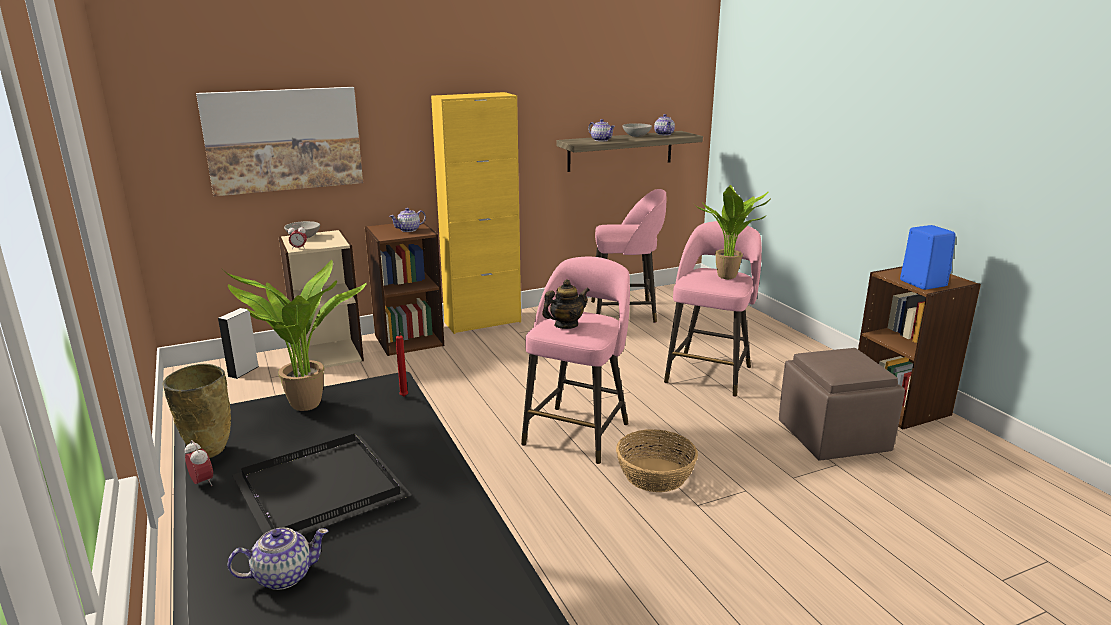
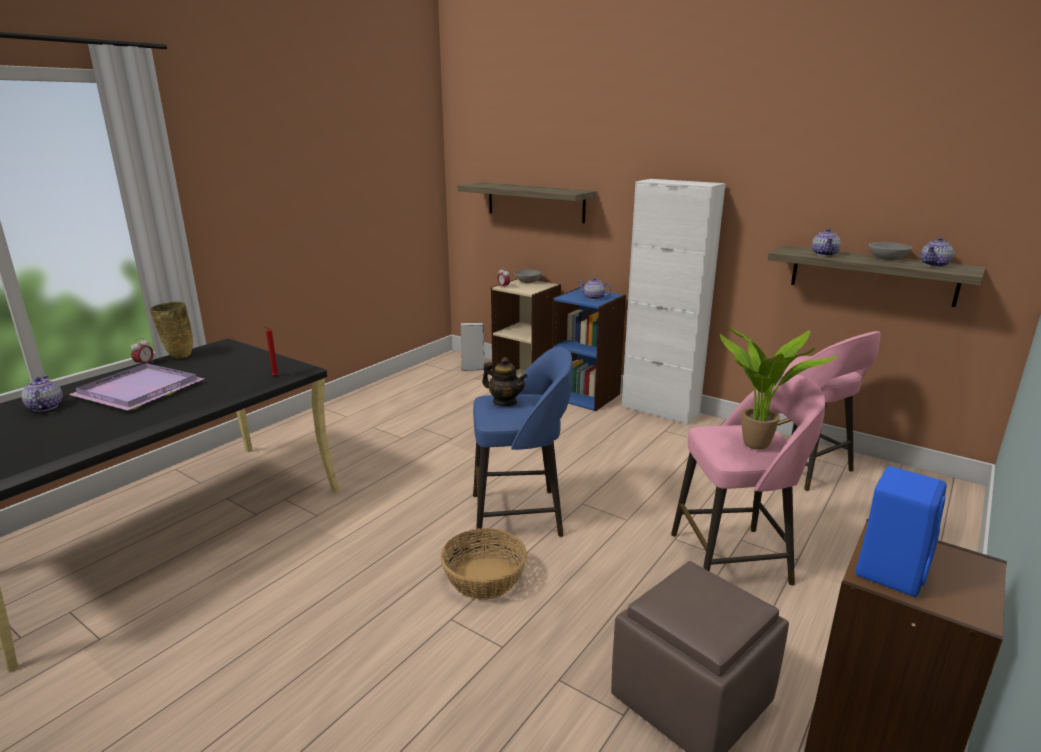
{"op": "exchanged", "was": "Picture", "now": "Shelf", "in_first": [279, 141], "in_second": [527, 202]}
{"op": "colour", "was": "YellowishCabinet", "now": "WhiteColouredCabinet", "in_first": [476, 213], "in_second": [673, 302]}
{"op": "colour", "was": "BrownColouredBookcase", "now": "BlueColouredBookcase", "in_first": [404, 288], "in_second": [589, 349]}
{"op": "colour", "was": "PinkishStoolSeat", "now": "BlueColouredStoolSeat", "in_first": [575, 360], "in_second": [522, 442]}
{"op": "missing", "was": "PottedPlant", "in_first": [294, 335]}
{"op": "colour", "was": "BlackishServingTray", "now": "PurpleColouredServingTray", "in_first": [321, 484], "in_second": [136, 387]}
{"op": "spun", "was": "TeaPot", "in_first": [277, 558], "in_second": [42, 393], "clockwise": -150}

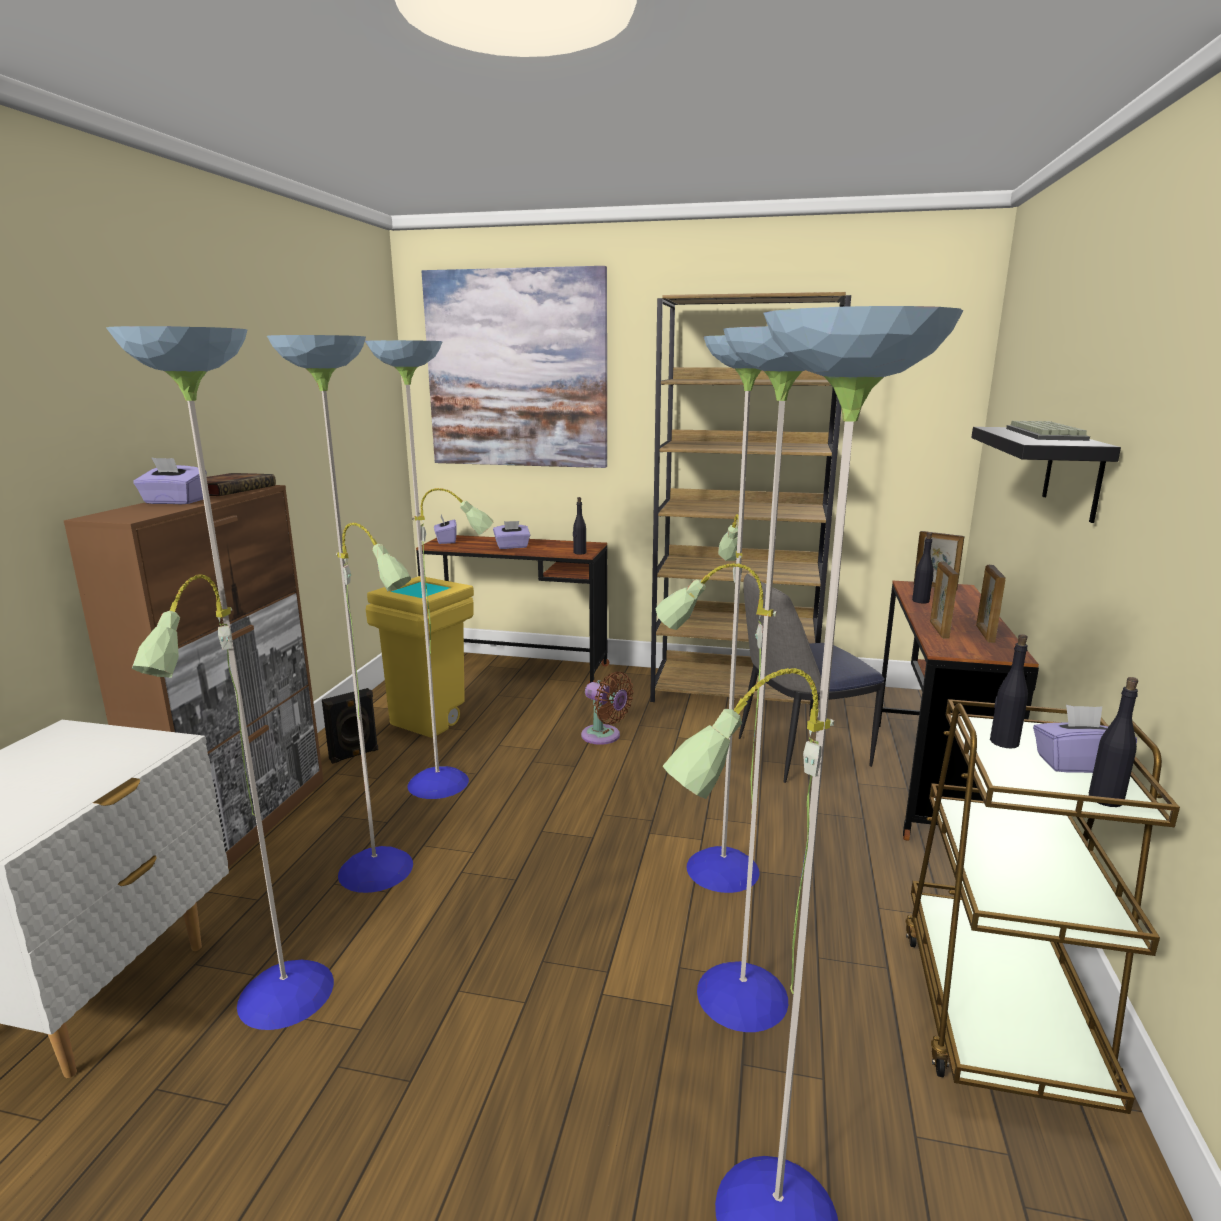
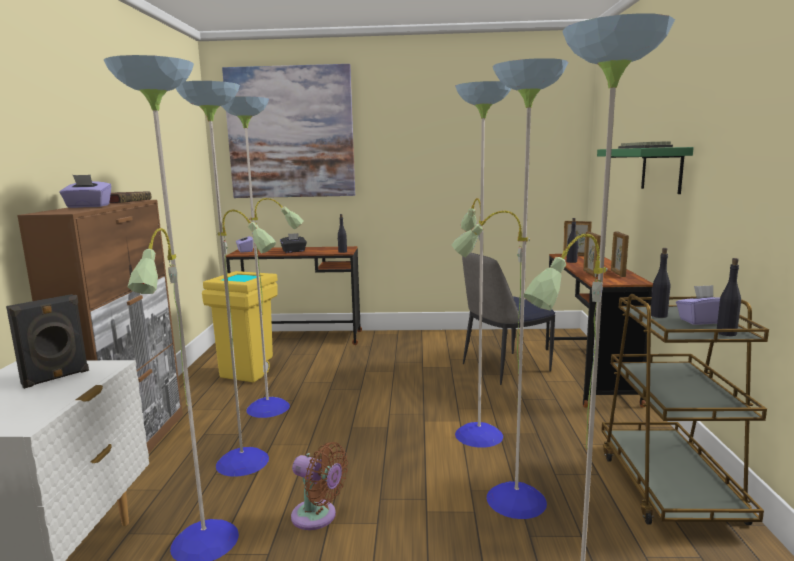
{"op": "missing", "was": "BrownColouredBookcase", "in_first": [750, 504]}
{"op": "colour", "was": "BlackishShelf", "now": "GreenShelf", "in_first": [1046, 475], "in_second": [645, 170]}
{"op": "colour", "was": "PurpleColouredBoxOfTissues", "now": "BlackishBoxOfTissues", "in_first": [511, 535], "in_second": [293, 243]}
{"op": "relocated", "was": "BrownColouredFan", "in_first": [607, 708], "in_second": [319, 486]}
{"op": "relocated", "was": "BlackishSpeaker", "in_first": [350, 726], "in_second": [47, 341]}

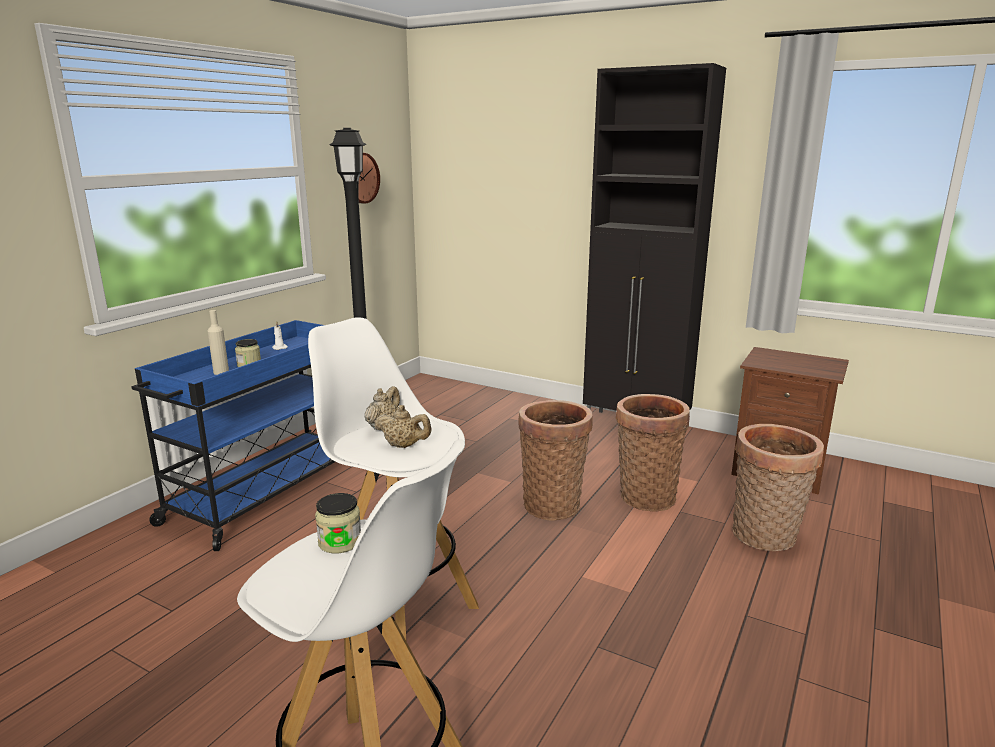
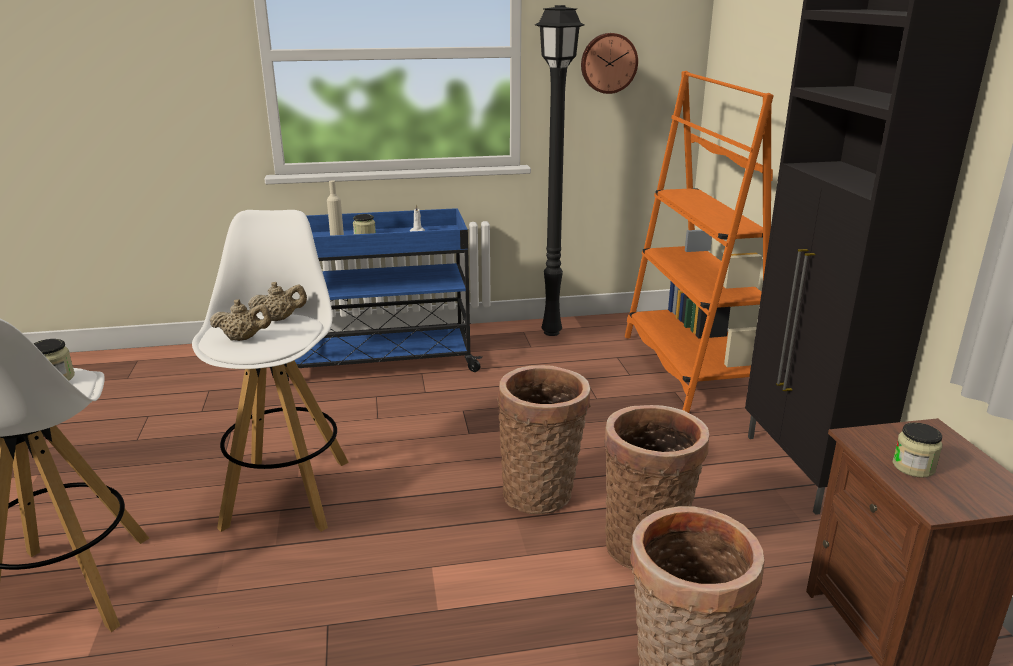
{"op": "spun", "was": "BeigeColouredTeaPot", "in_first": [402, 426], "in_second": [241, 320], "clockwise": -75}
{"op": "appeared", "now": "OrangeyBookcase", "in_second": [699, 242]}
{"op": "appeared", "now": "Jar", "in_second": [917, 450]}

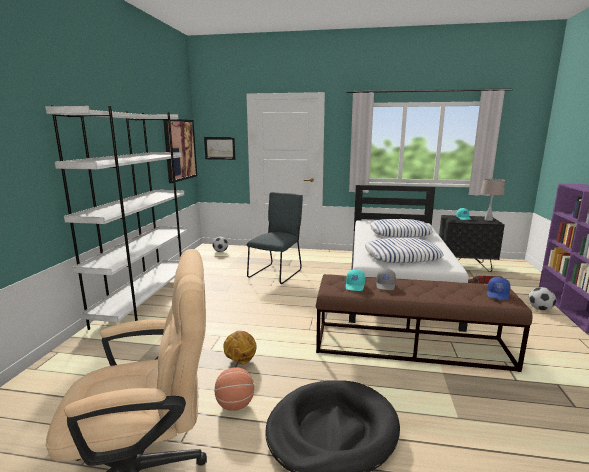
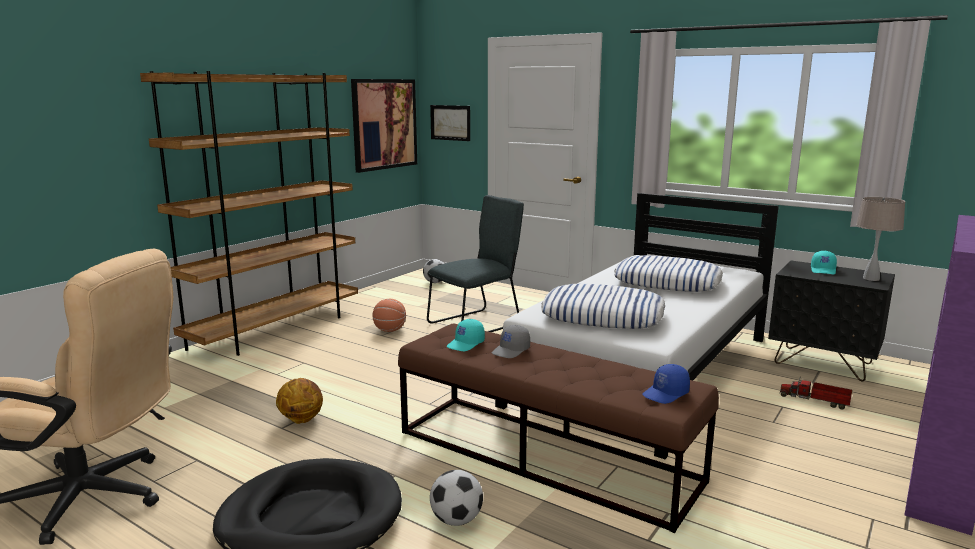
{"op": "colour", "was": "WhiteColouredBookcase", "now": "BrownColouredBookcase", "in_first": [116, 217], "in_second": [249, 213]}
{"op": "relocated", "was": "FootballBall", "in_first": [542, 299], "in_second": [456, 498]}
{"op": "relocated", "was": "BasketballBall", "in_first": [234, 389], "in_second": [389, 315]}

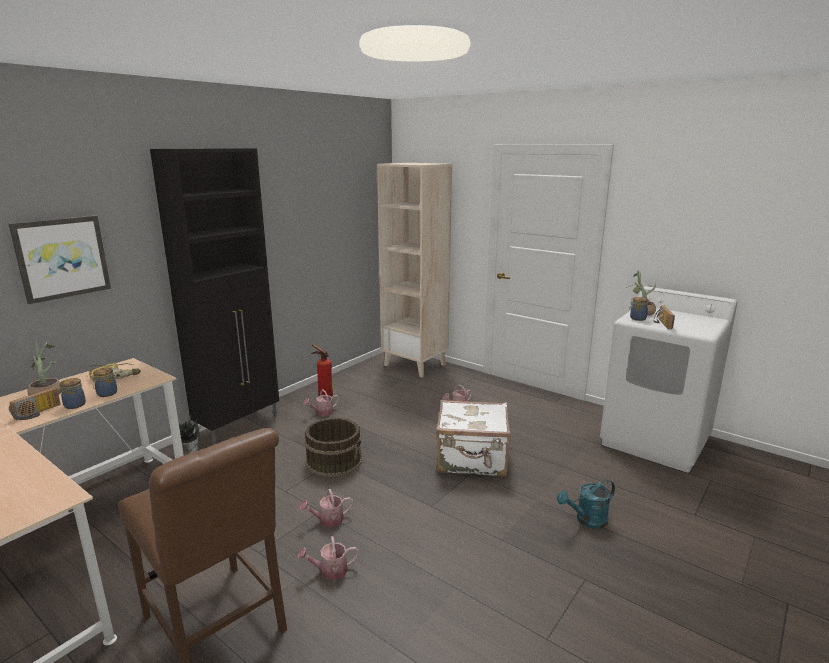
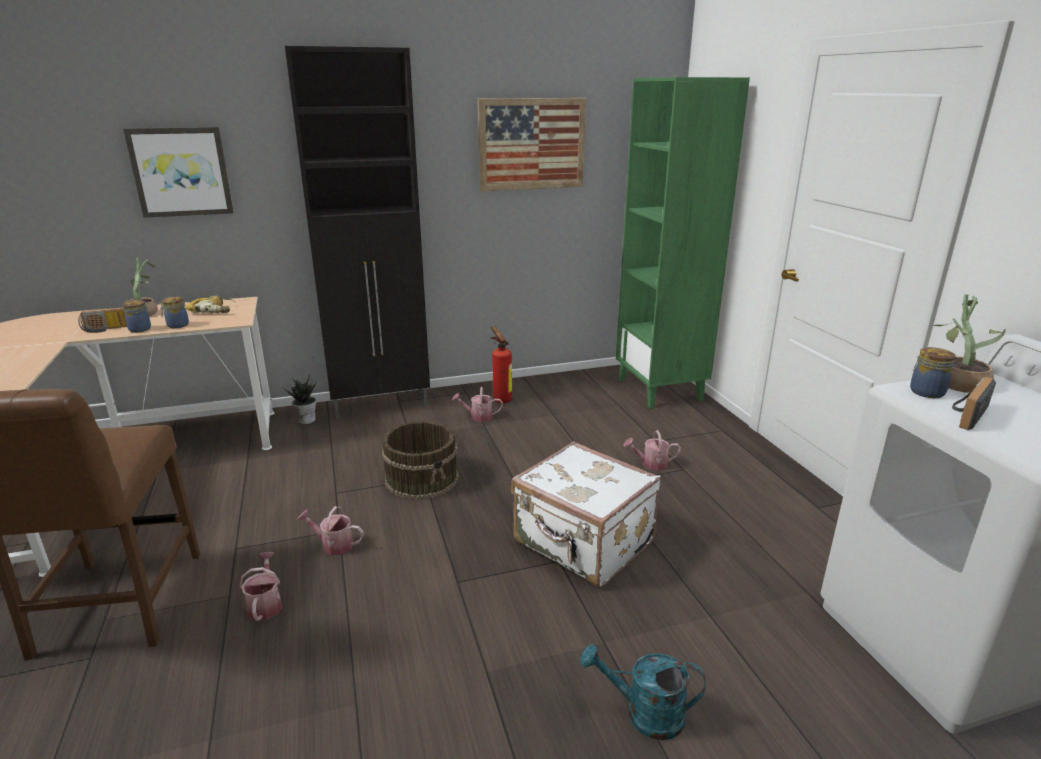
{"op": "colour", "was": "BeigeColouredBookcase", "now": "GreenBookcase", "in_first": [414, 270], "in_second": [683, 243]}
{"op": "spun", "was": "SprinklingCan", "in_first": [328, 558], "in_second": [261, 586], "clockwise": 60}
{"op": "appeared", "now": "Picture", "in_second": [532, 144]}

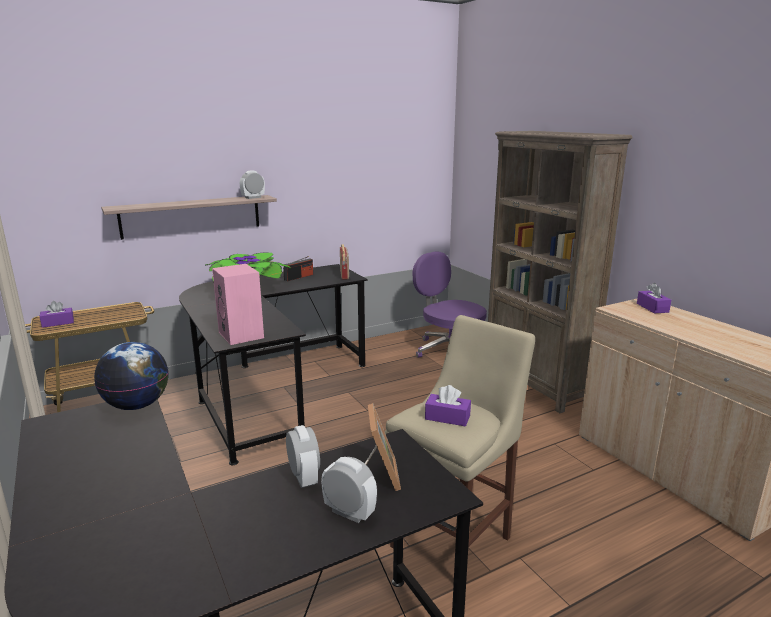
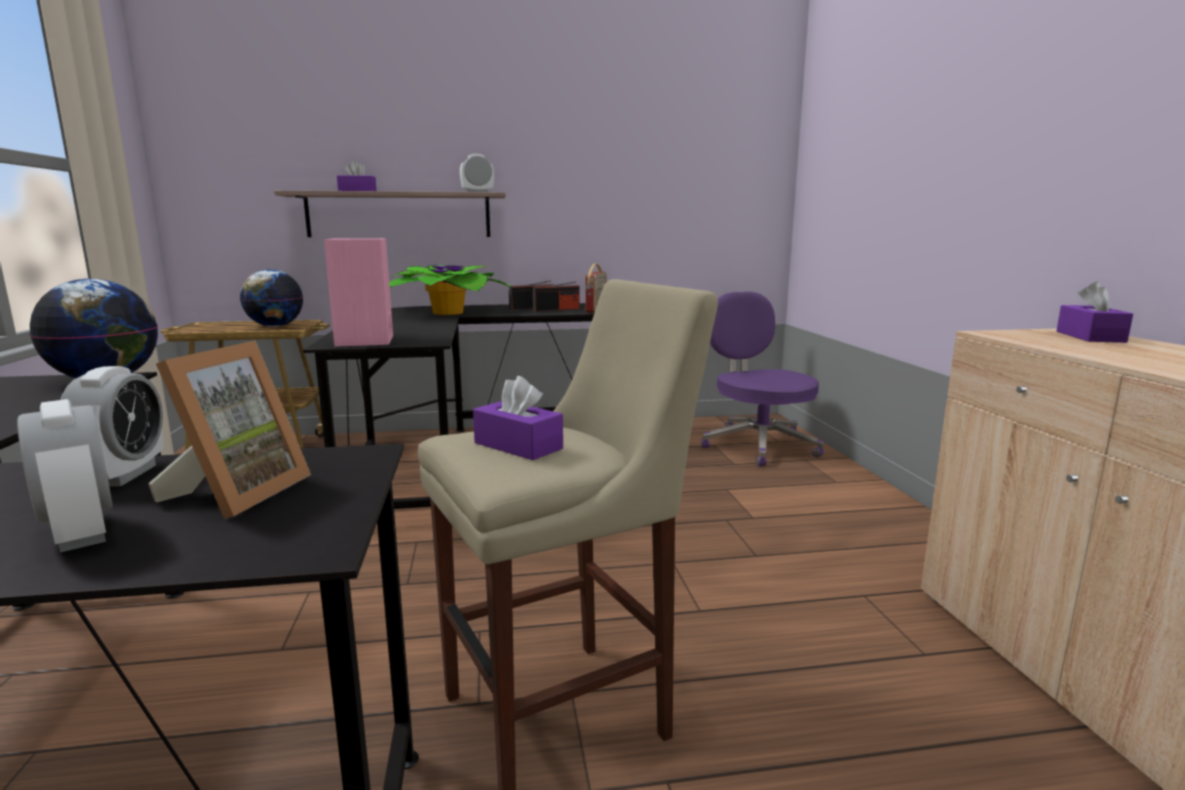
{"op": "missing", "was": "BrownColouredBookcase", "in_first": [560, 272]}
{"op": "relocated", "was": "PurpleColouredBoxOfTissues", "in_first": [56, 314], "in_second": [356, 176]}
{"op": "appeared", "now": "WorldGlobe", "in_second": [271, 298]}
{"op": "appeared", "now": "RadioReceiver", "in_second": [556, 296]}

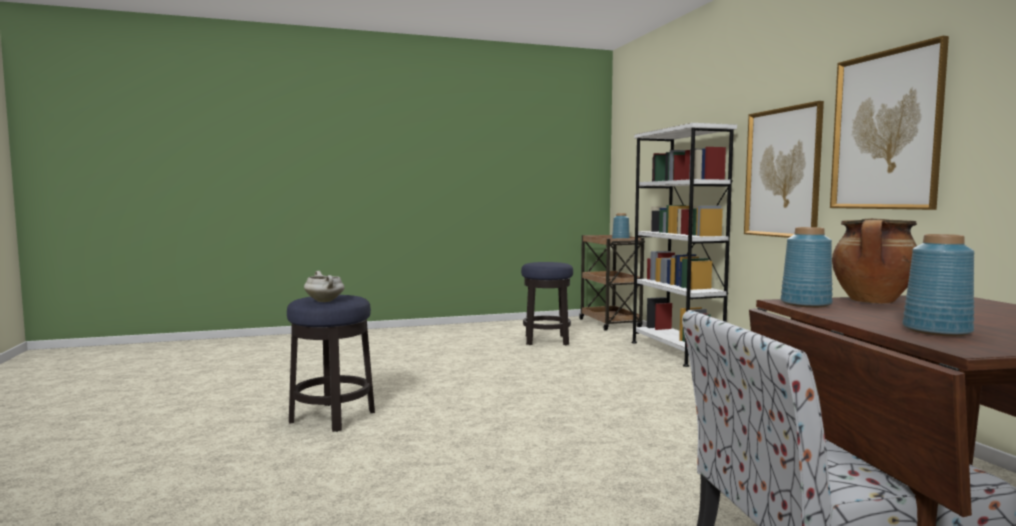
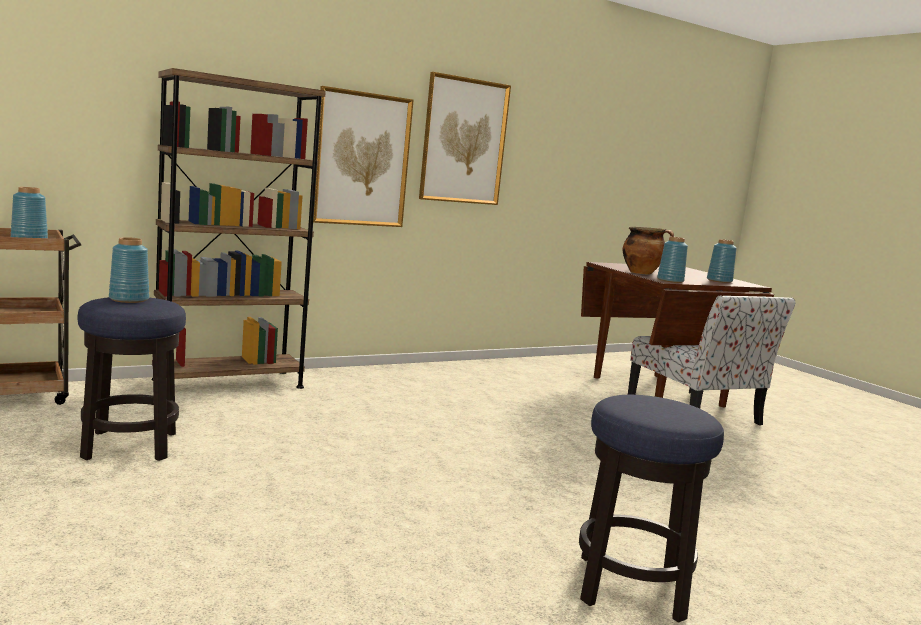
{"op": "colour", "was": "WhiteColouredBookcase", "now": "BrownColouredBookcase", "in_first": [684, 245], "in_second": [239, 228]}
{"op": "missing", "was": "WhiteColouredCookingPot", "in_first": [324, 286]}
{"op": "appeared", "now": "BlueColouredDecorativeVase", "in_second": [129, 270]}

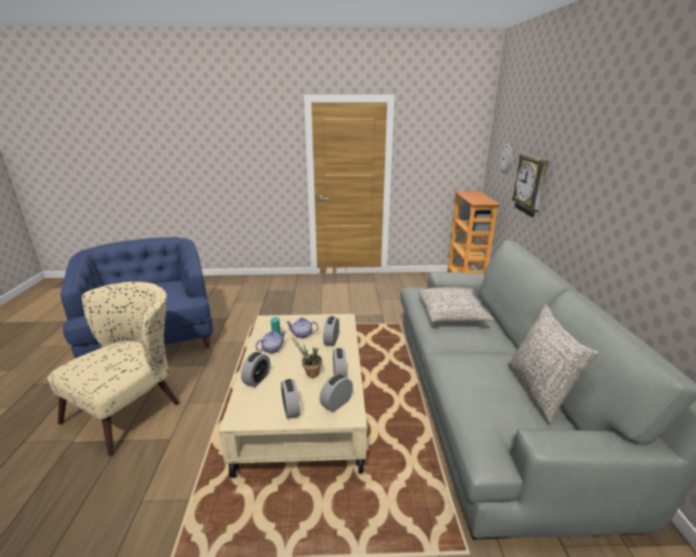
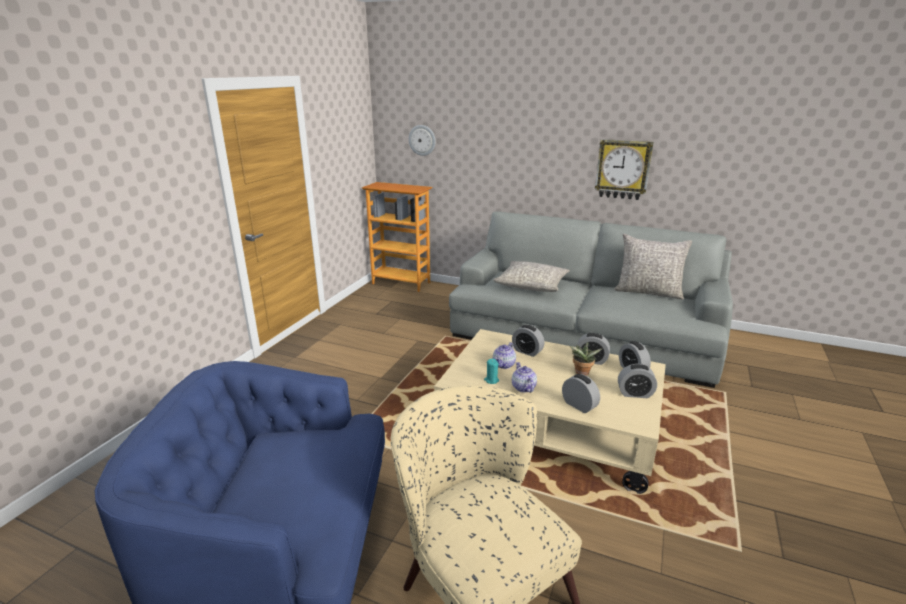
{"op": "relocated", "was": "WallClock", "in_first": [530, 185], "in_second": [624, 169]}

